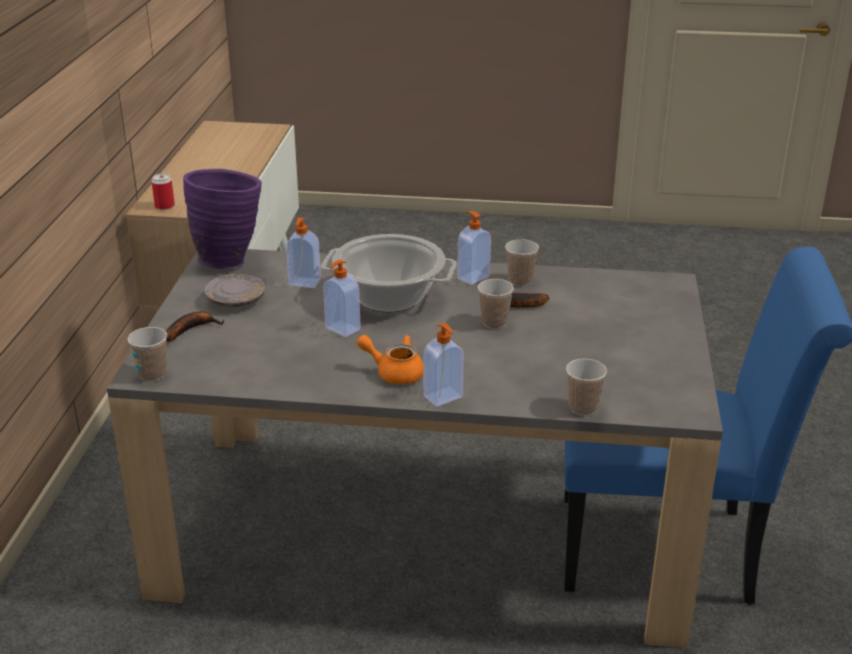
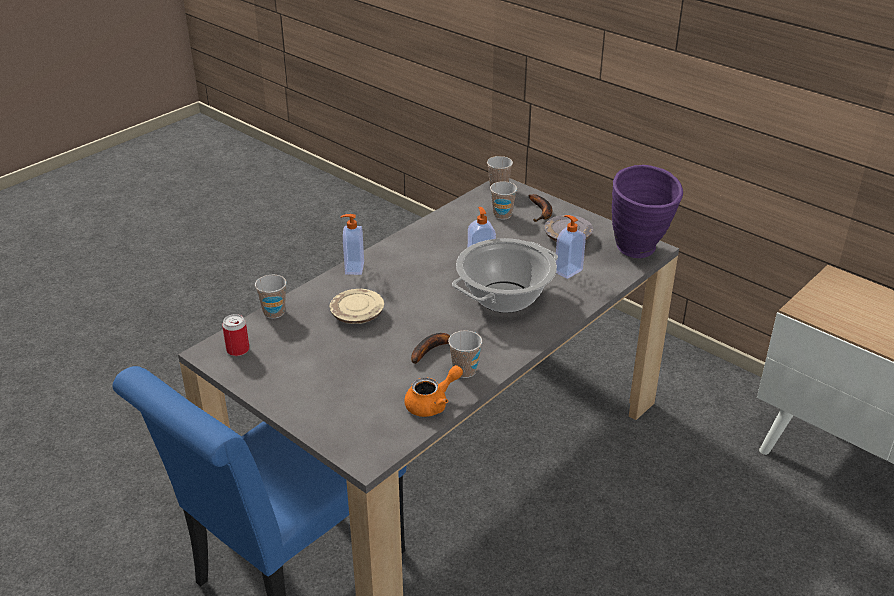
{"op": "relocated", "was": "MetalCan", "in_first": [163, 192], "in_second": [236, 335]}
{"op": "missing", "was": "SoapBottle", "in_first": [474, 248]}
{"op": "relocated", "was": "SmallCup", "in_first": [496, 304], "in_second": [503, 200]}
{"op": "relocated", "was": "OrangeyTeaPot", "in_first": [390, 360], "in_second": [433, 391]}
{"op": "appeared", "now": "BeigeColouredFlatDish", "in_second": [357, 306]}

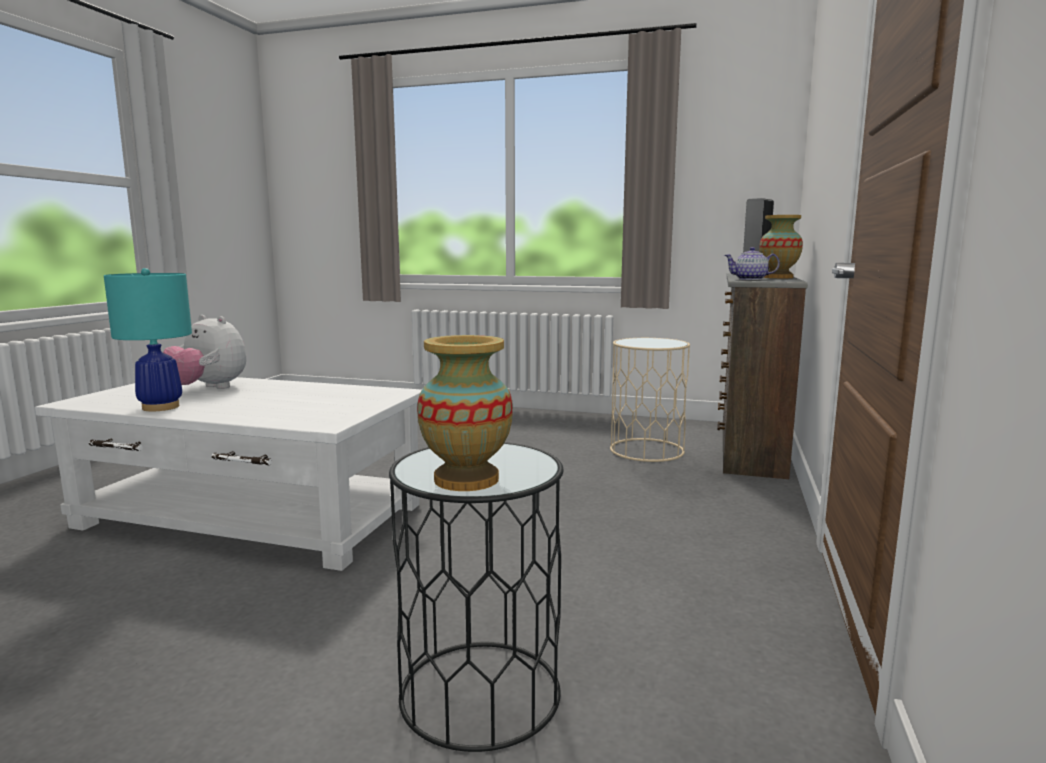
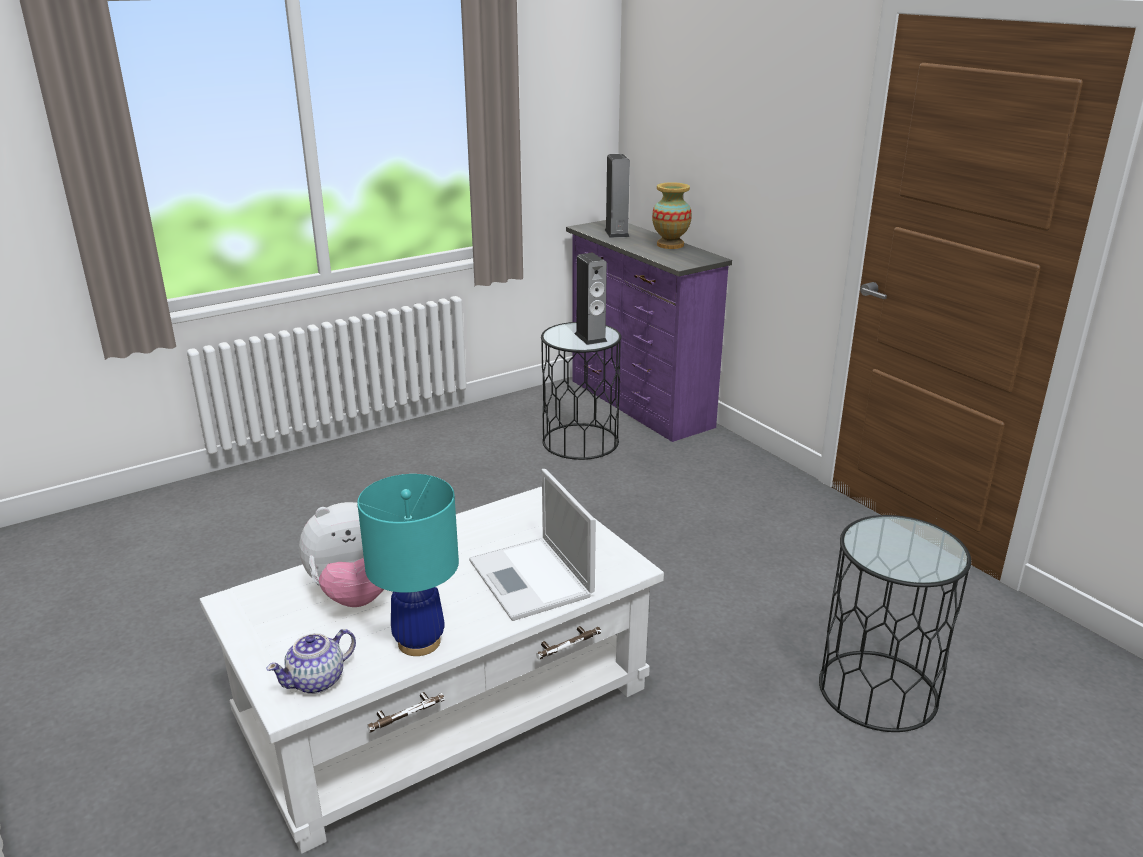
{"op": "relocated", "was": "TeaPot", "in_first": [752, 263], "in_second": [311, 661]}
{"op": "colour", "was": "BrownColouredChestOfDrawers", "now": "PurpleColouredChestOfDrawers", "in_first": [763, 376], "in_second": [649, 331]}
{"op": "missing", "was": "DecorativeVase", "in_first": [465, 413]}
{"op": "colour", "was": "BeigeColouredAccentTable", "now": "BlackishAccentTable", "in_first": [650, 400], "in_second": [581, 391]}
{"op": "appeared", "now": "Speaker", "in_second": [591, 299]}
{"op": "appeared", "now": "PortableComputer", "in_second": [532, 545]}

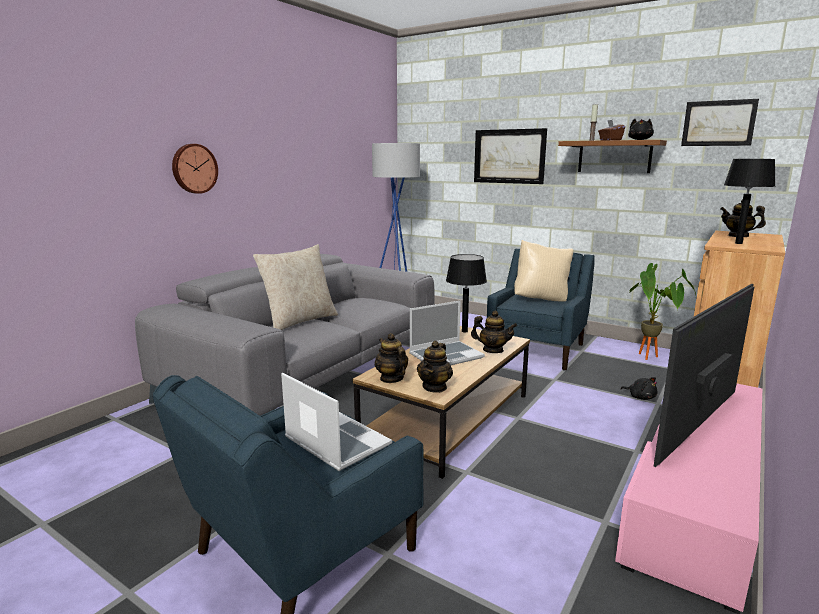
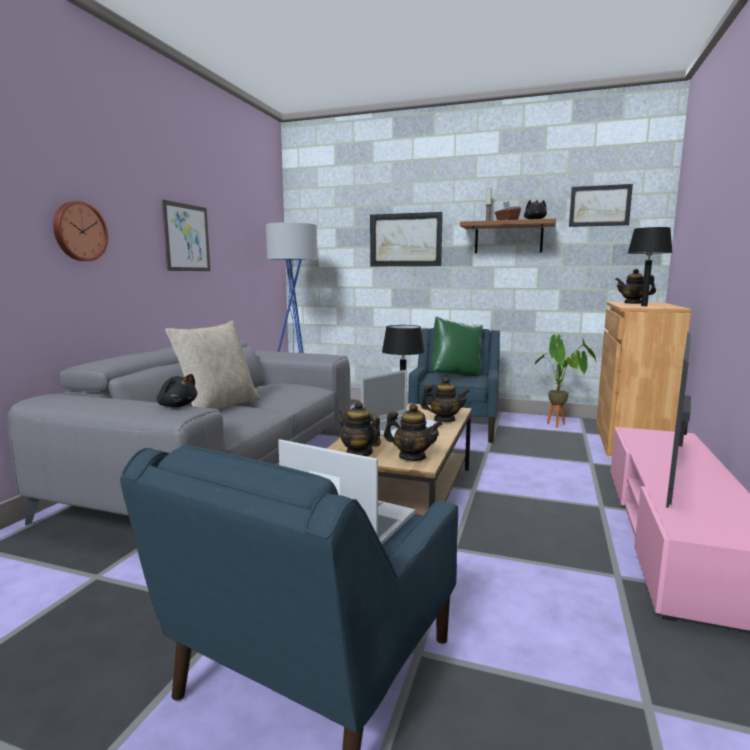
{"op": "colour", "was": "BeigeColouredPillow", "now": "GreenPillow", "in_first": [544, 271], "in_second": [457, 346]}
{"op": "spun", "was": "TeaPot", "in_first": [435, 367], "in_second": [413, 432], "clockwise": -75}
{"op": "relocated", "was": "BlackishSoftToy", "in_first": [639, 388], "in_second": [177, 390]}
{"op": "appeared", "now": "Picture", "in_second": [185, 235]}

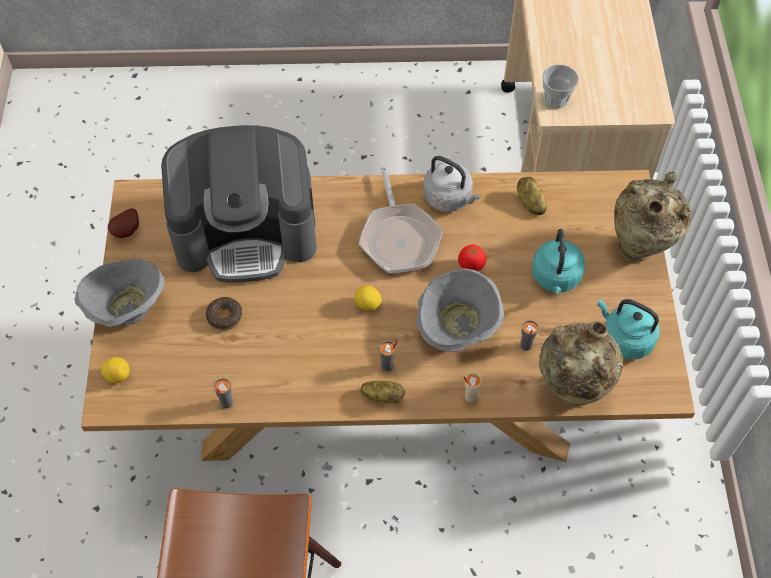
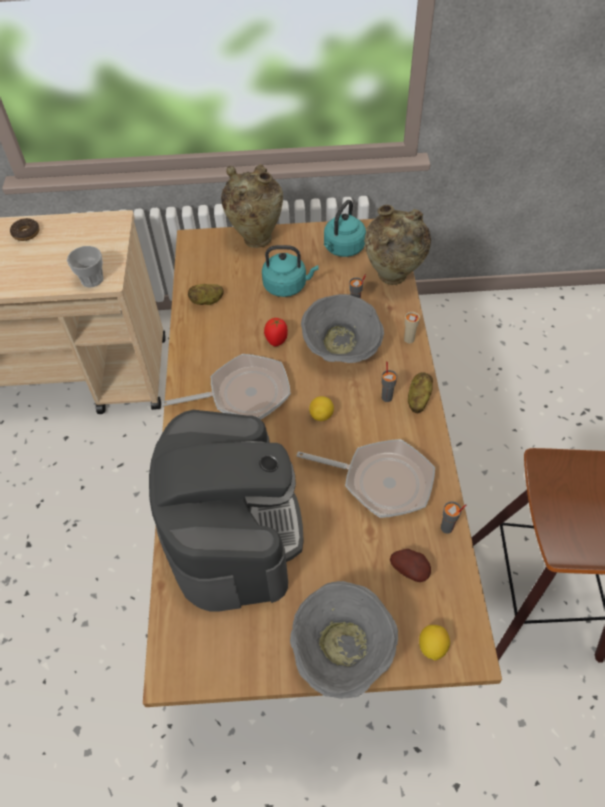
{"op": "missing", "was": "GrayTeaKettle", "in_first": [452, 184]}
{"op": "relocated", "was": "Spud", "in_first": [123, 223], "in_second": [410, 565]}
{"op": "relocated", "was": "Donut", "in_first": [224, 313], "in_second": [24, 229]}
{"op": "appeared", "now": "Skillet", "in_second": [366, 478]}

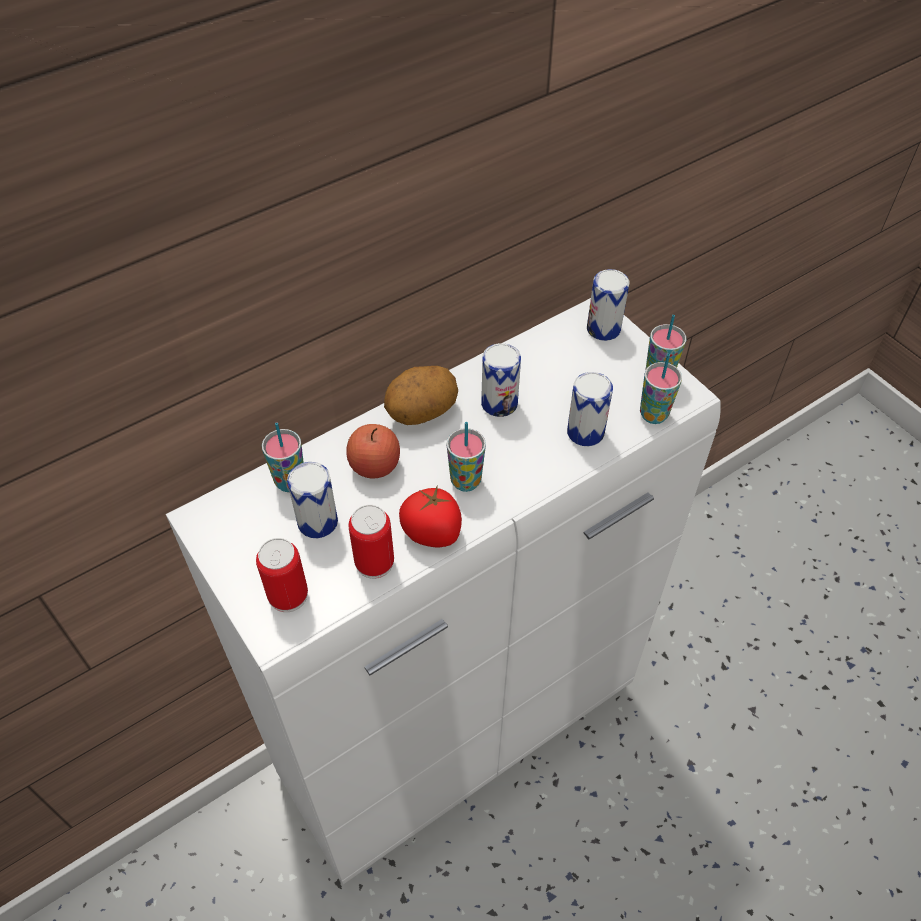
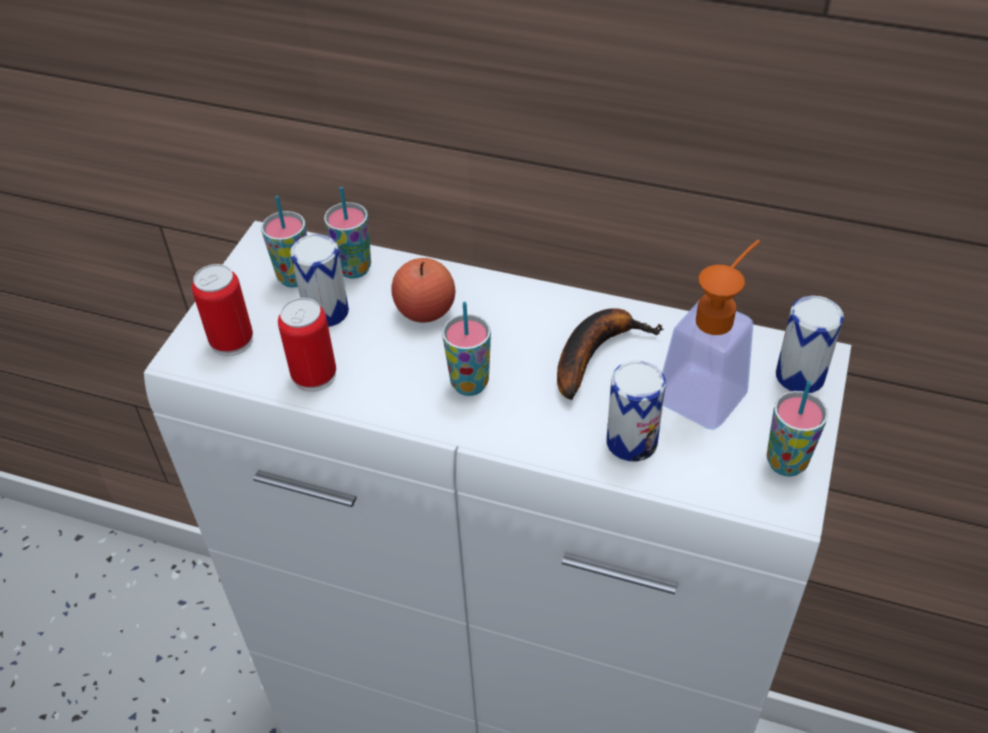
{"op": "exchanged", "was": "MetalCan", "now": "WholeBanana", "in_first": [501, 380], "in_second": [610, 354]}
{"op": "relocated", "was": "SmallCup", "in_first": [661, 389], "in_second": [284, 242]}
{"op": "missing", "was": "Spud", "in_first": [421, 395]}
{"op": "missing", "was": "FreshTomato", "in_first": [430, 517]}
{"op": "appeared", "now": "SoapBottle", "in_second": [711, 335]}

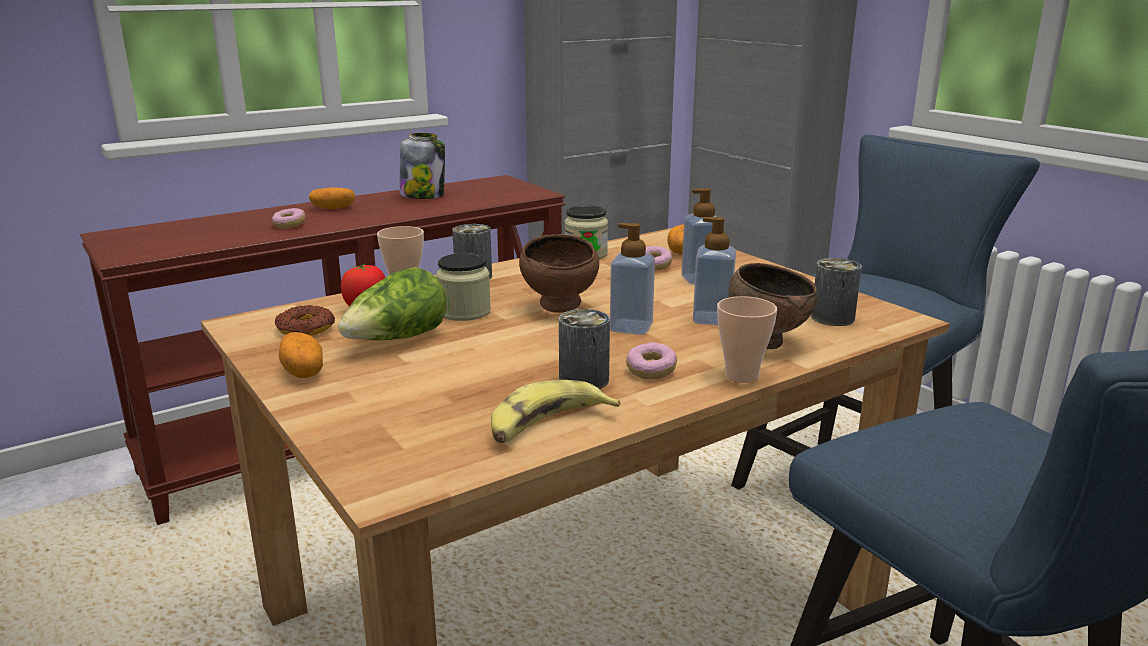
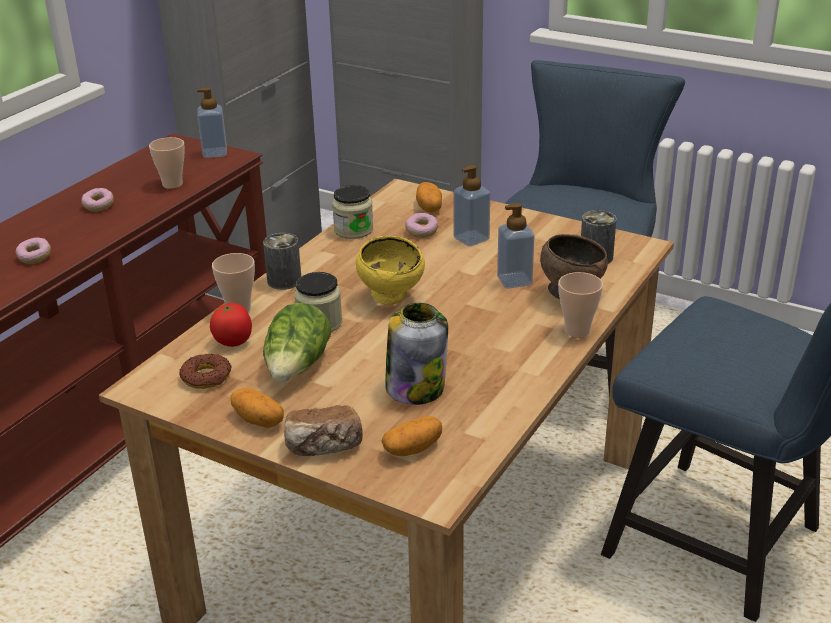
{"op": "relocated", "was": "Jar", "in_first": [422, 166], "in_second": [416, 354]}
{"op": "relocated", "was": "Spud", "in_first": [332, 198], "in_second": [411, 436]}
{"op": "relocated", "was": "SoapBottle", "in_first": [632, 279], "in_second": [212, 123]}
{"op": "colour", "was": "BrownColouredServingBowl", "now": "YellowishServingBowl", "in_first": [559, 273], "in_second": [390, 270]}
{"op": "missing", "was": "MetalCan", "in_first": [584, 349]}
{"op": "relocated", "was": "Donut", "in_first": [651, 361], "in_second": [97, 200]}
{"op": "missing", "was": "WholeBanana", "in_first": [556, 411]}
{"op": "appeared", "now": "SmallCup", "in_second": [167, 163]}
{"op": "appeared", "now": "BakeryBread", "in_second": [323, 430]}

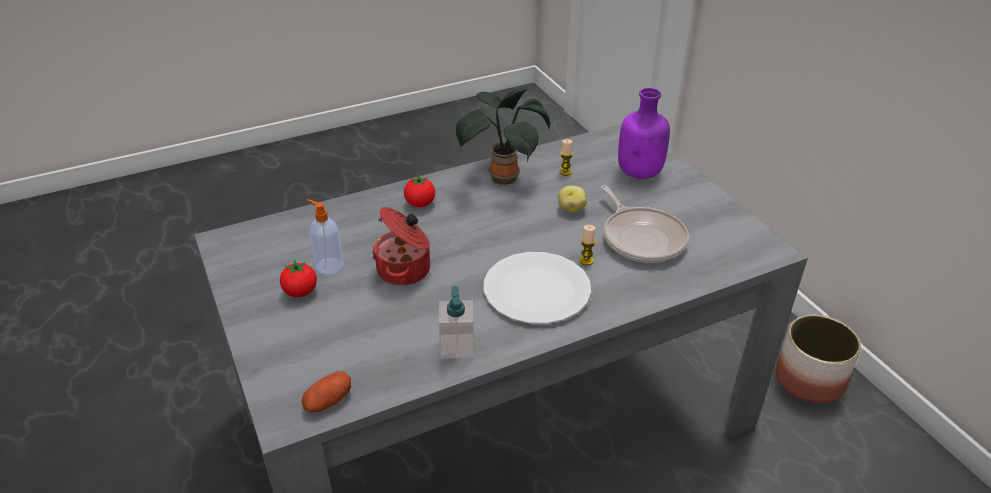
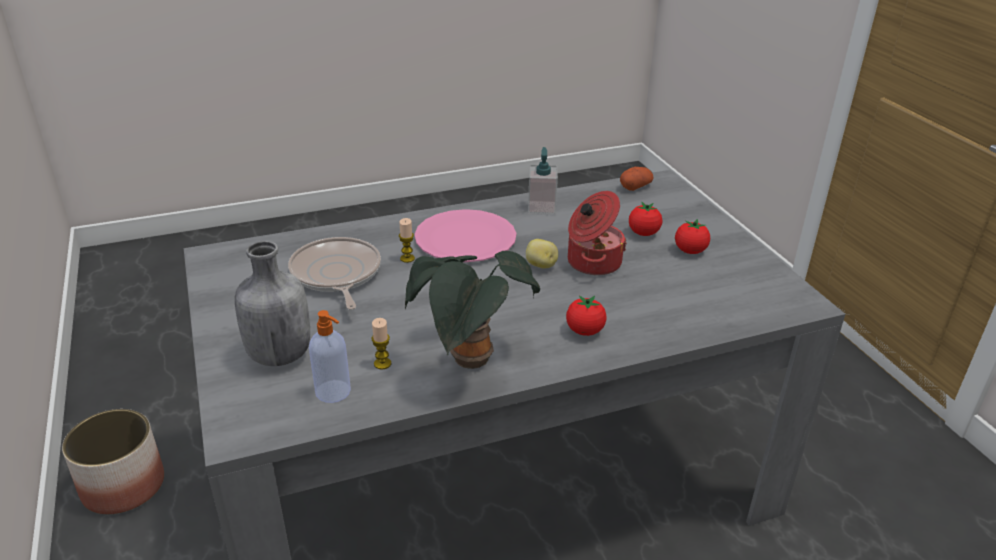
{"op": "colour", "was": "PurpleColouredBeverageBottle", "now": "GrayBeverageBottle", "in_first": [644, 133], "in_second": [272, 303]}
{"op": "relocated", "was": "Spud", "in_first": [572, 199], "in_second": [542, 254]}
{"op": "relocated", "was": "SoapBottle", "in_first": [325, 237], "in_second": [330, 356]}
{"op": "colour", "was": "WhiteColouredFlatDish", "now": "PinkishFlatDish", "in_first": [537, 288], "in_second": [466, 235]}
{"op": "appeared", "now": "FreshTomato", "in_second": [646, 219]}

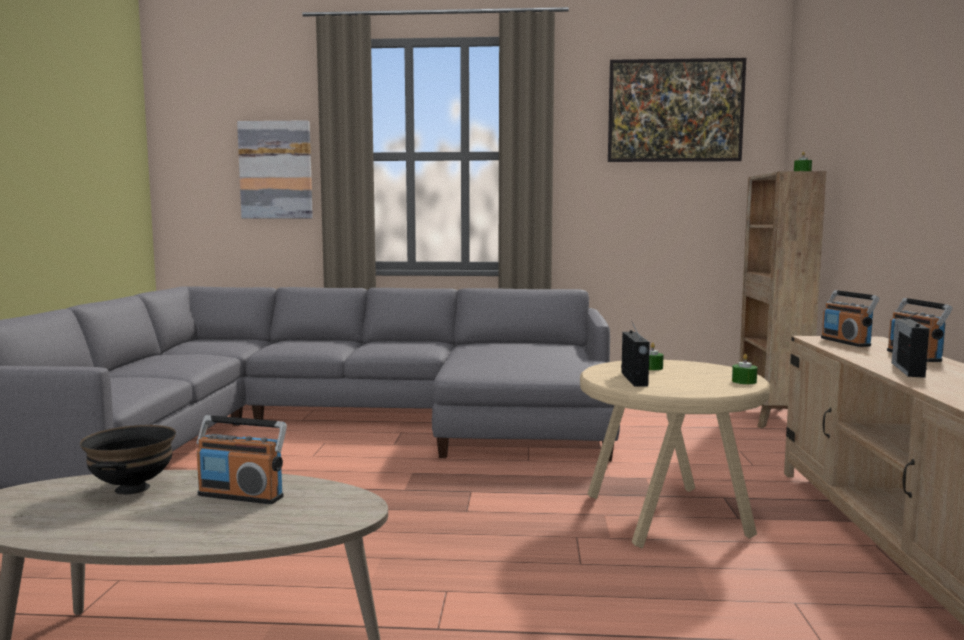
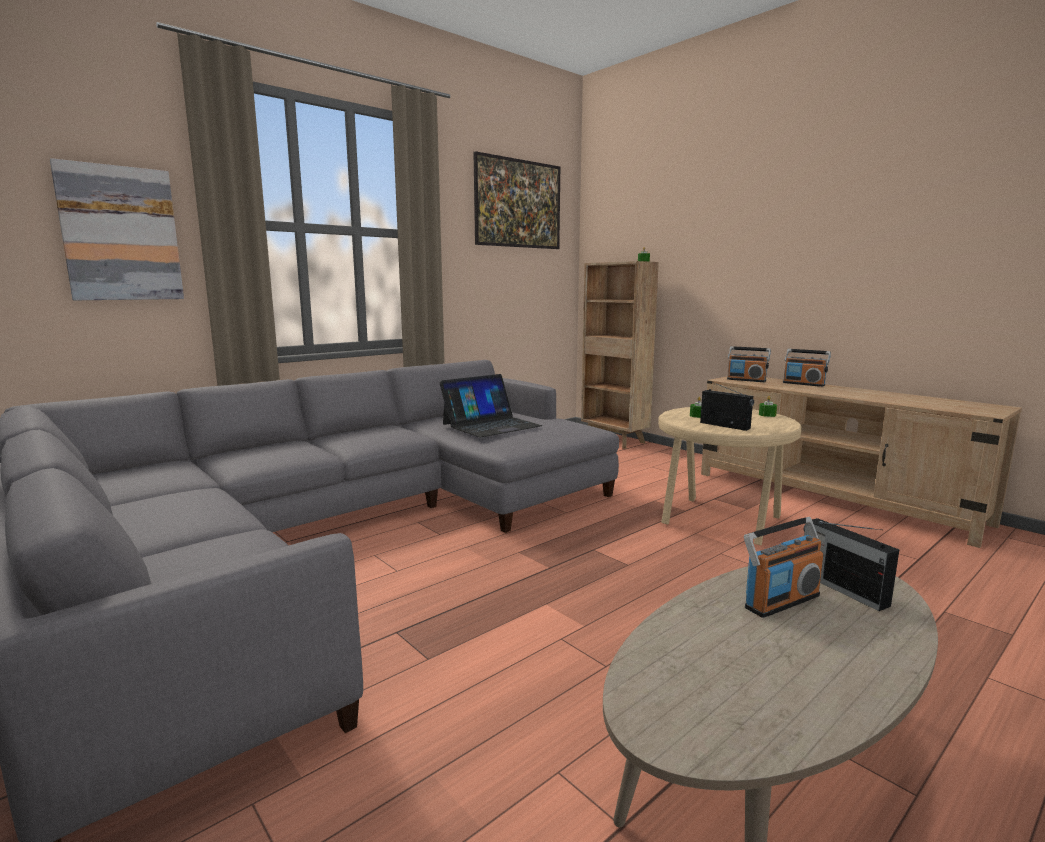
{"op": "relocated", "was": "RadioReceiver", "in_first": [910, 345], "in_second": [851, 564]}
{"op": "missing", "was": "BlackishServingBowl", "in_first": [128, 460]}
{"op": "appeared", "now": "PortableComputer", "in_second": [490, 405]}

